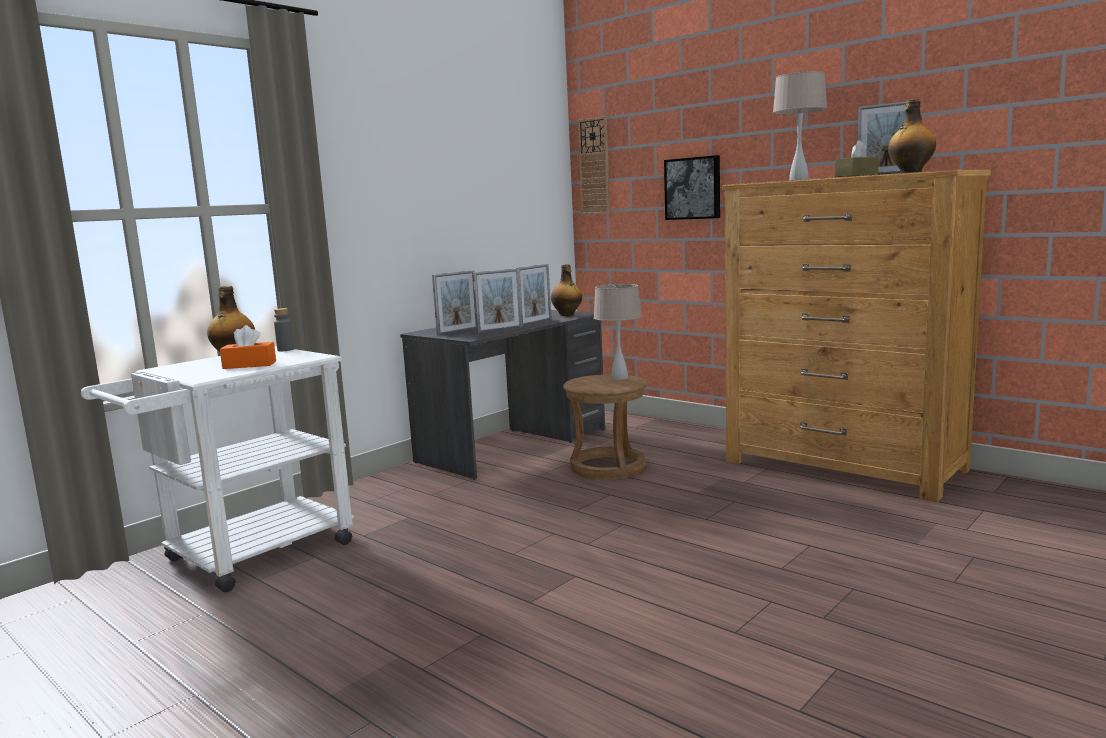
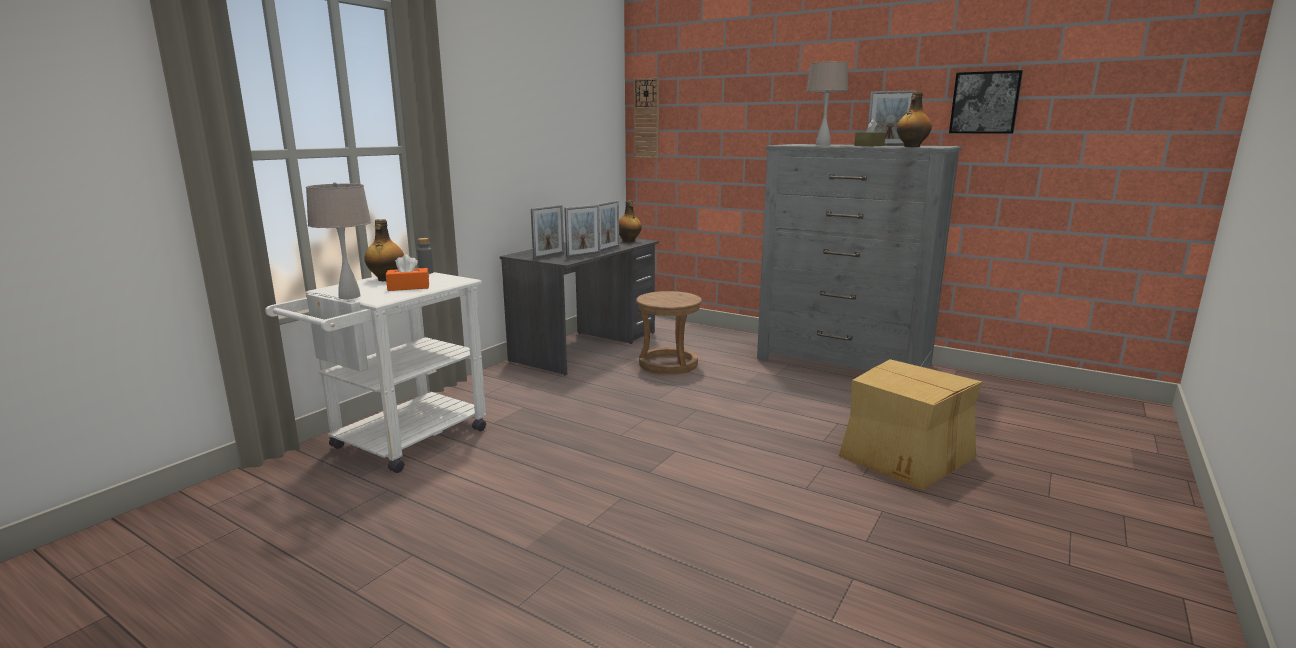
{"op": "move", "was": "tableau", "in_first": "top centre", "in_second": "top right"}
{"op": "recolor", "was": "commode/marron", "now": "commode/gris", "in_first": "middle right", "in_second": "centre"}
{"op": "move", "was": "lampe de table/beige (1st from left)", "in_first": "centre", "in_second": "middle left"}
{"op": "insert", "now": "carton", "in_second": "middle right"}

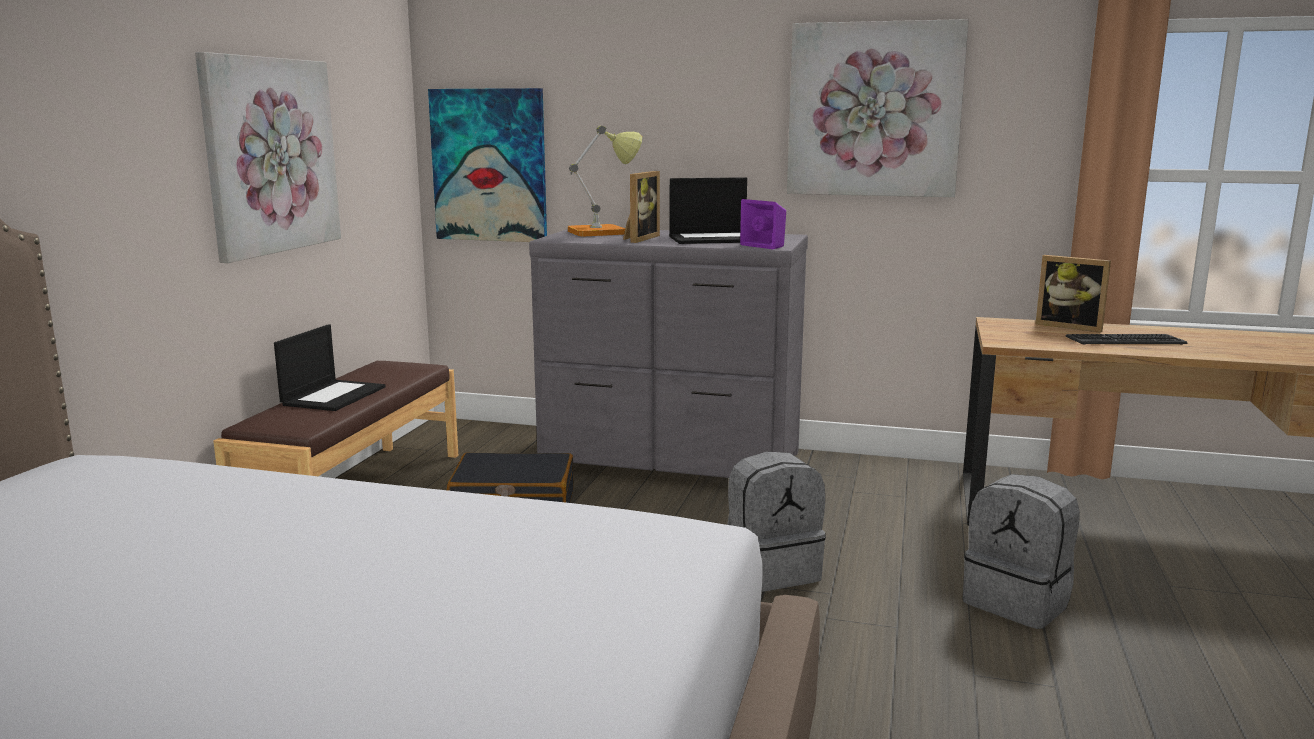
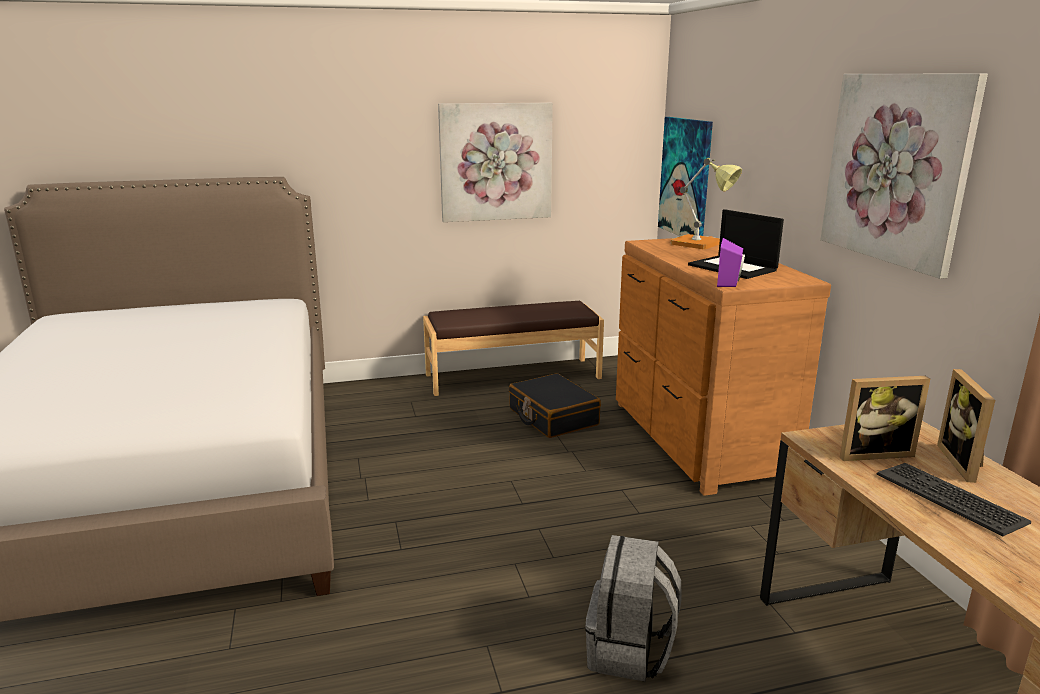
{"op": "move", "was": "cadre photo (1st from left)", "in_first": "top centre", "in_second": "middle right"}
{"op": "recolor", "was": "commode/gris", "now": "commode/marron", "in_first": "centre", "in_second": "middle right"}
{"op": "delete", "was": "ordinateur portable (1st from left)", "in_first": "middle left"}
{"op": "delete", "was": "sac à dos/gris (1st from left)", "in_first": "bottom centre"}

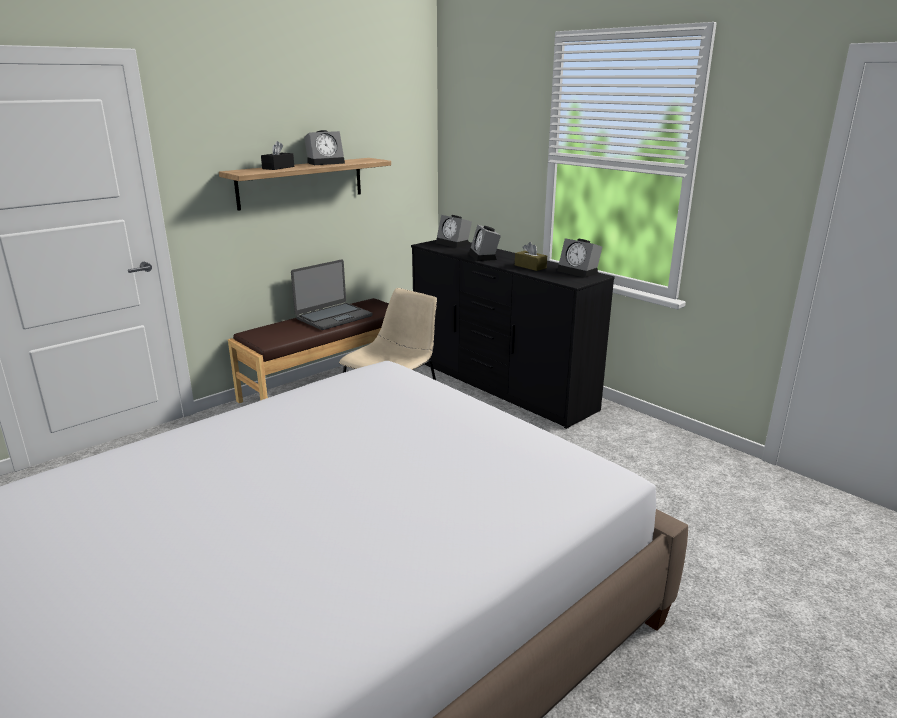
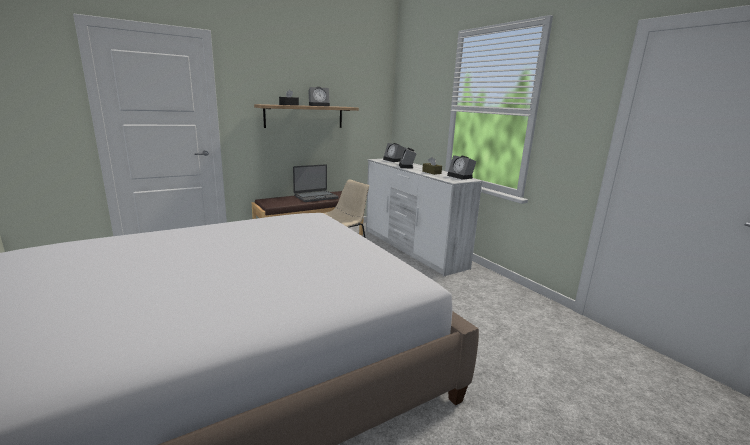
{"op": "recolor", "was": "commode/noir", "now": "commode/blanc", "in_first": "centre", "in_second": "centre"}

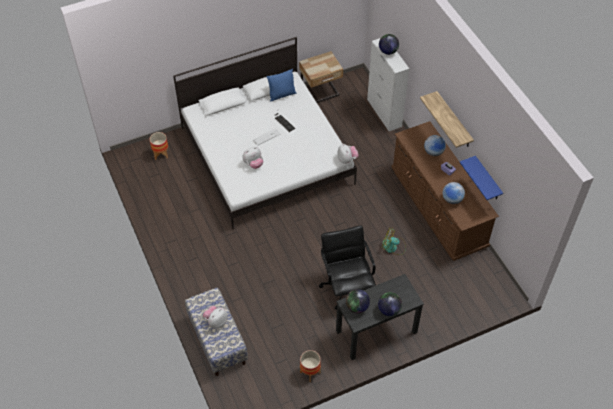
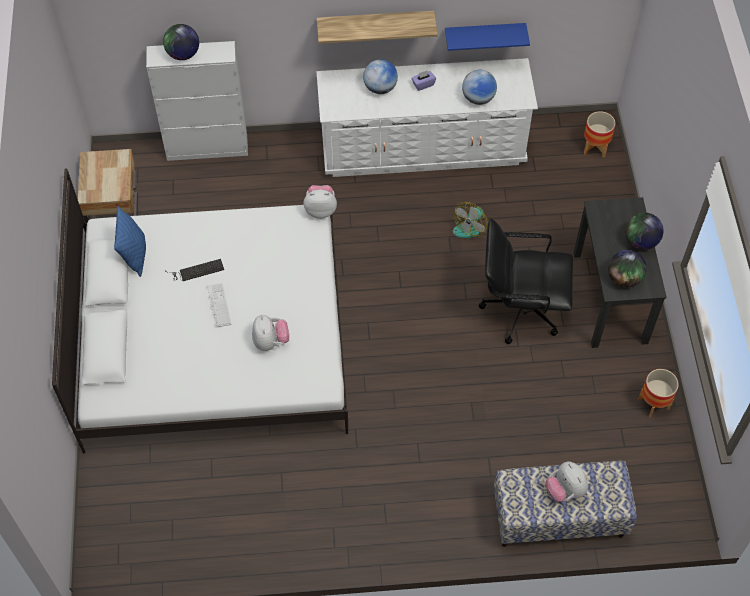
{"op": "recolor", "was": "commode/marron", "now": "commode/blanc", "in_first": "middle right", "in_second": "top centre"}
{"op": "move", "was": "cache-pot (1st from left)", "in_first": "middle left", "in_second": "top right"}

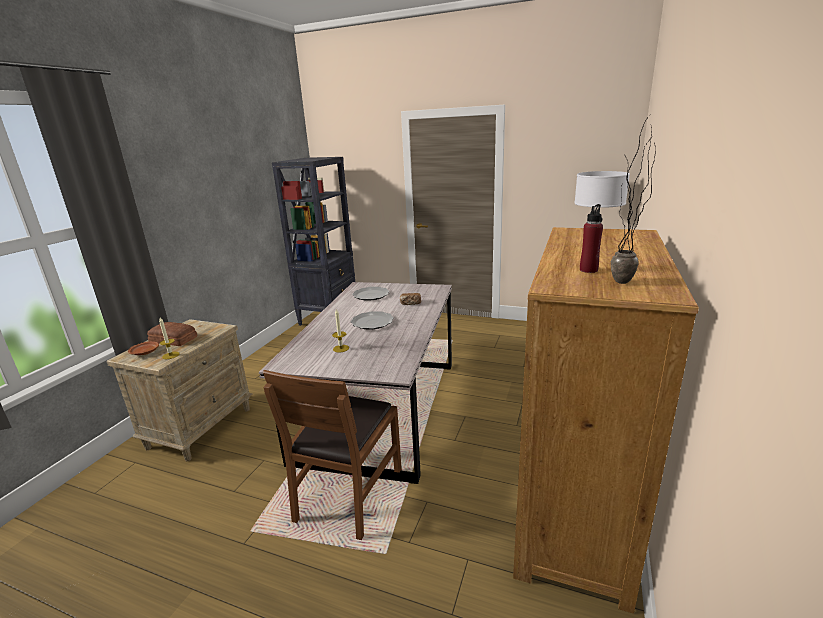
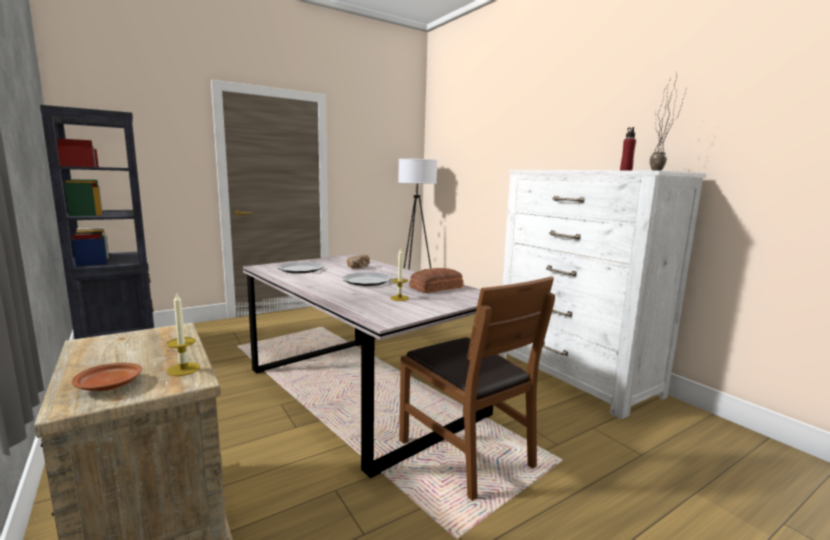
{"op": "recolor", "was": "commode/marron", "now": "commode/blanc", "in_first": "bottom right", "in_second": "middle right"}
{"op": "move", "was": "pain (1st from left in the first image)", "now": "pain (2nd from left)", "in_first": "middle left", "in_second": "centre"}

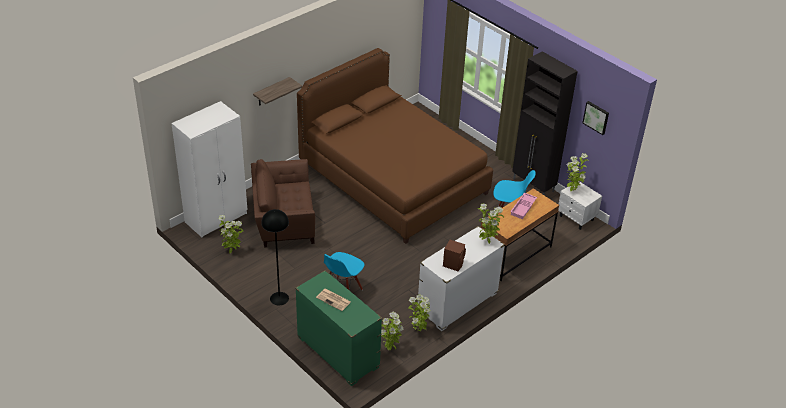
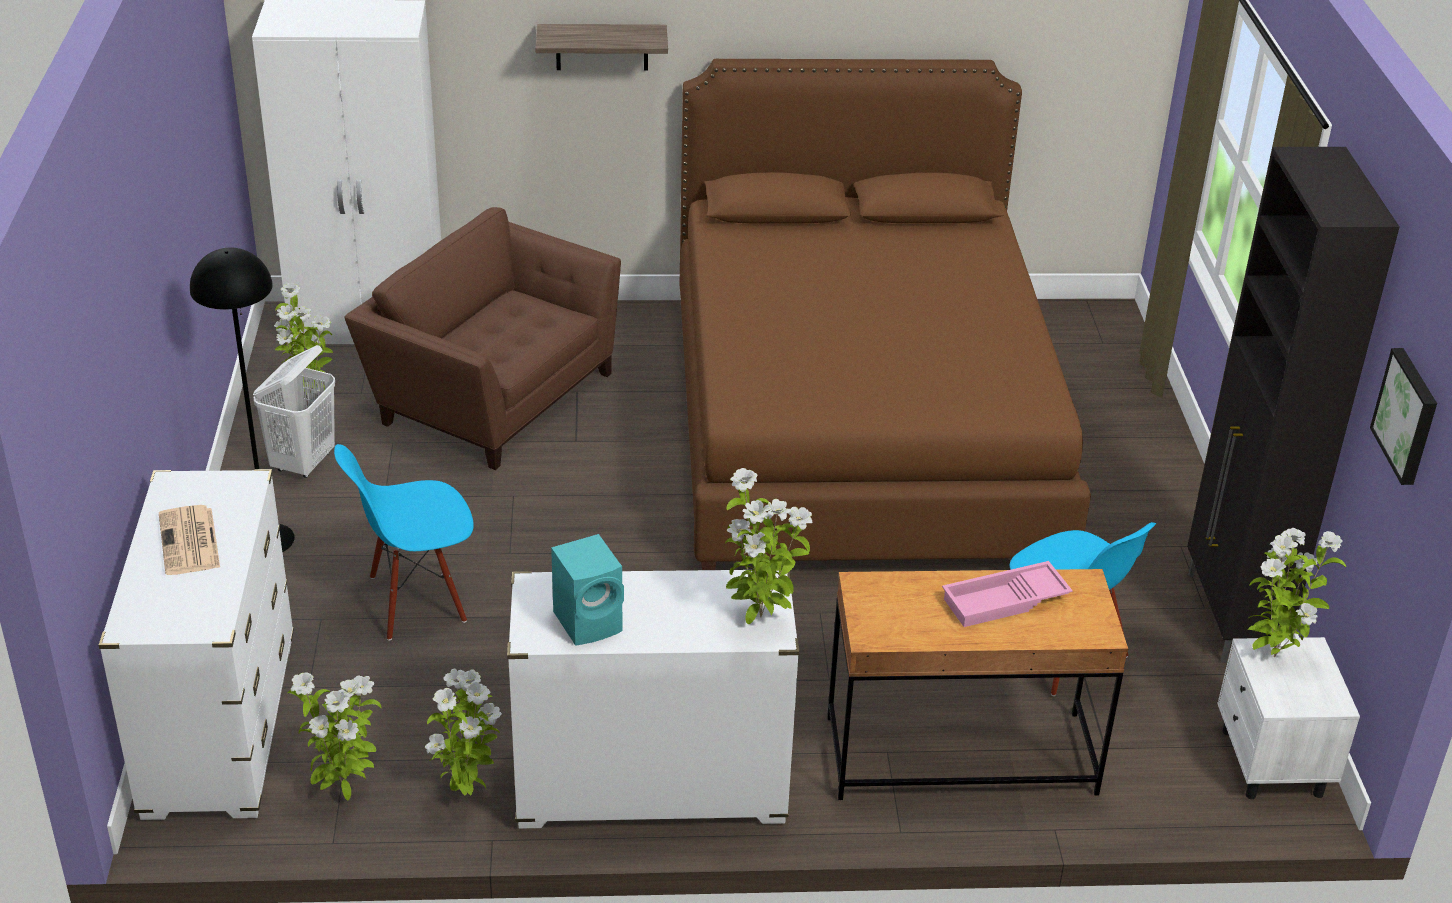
{"op": "recolor", "was": "enceinte/marron", "now": "enceinte/turquoise", "in_first": "centre", "in_second": "centre"}
{"op": "recolor", "was": "commode/vert", "now": "commode/blanc (1st from left)", "in_first": "bottom centre", "in_second": "bottom left"}
{"op": "insert", "now": "panier à linge/blanc", "in_second": "middle left"}

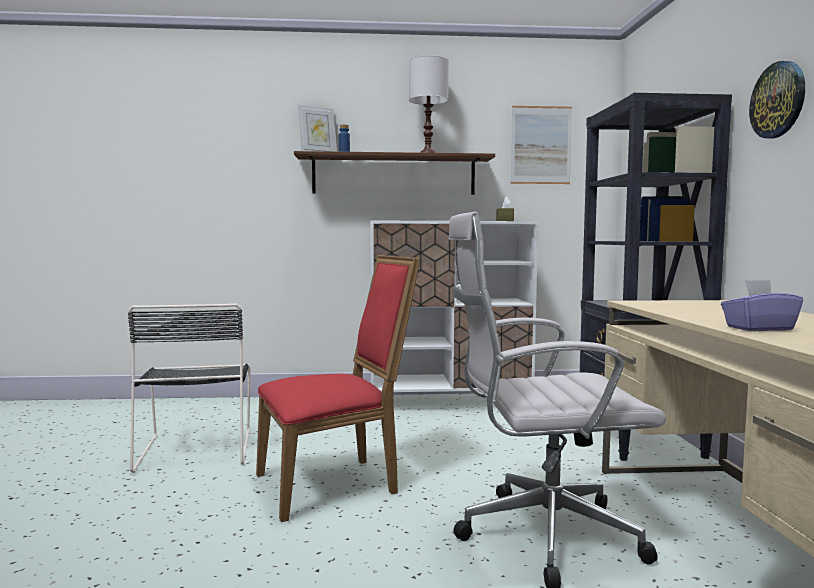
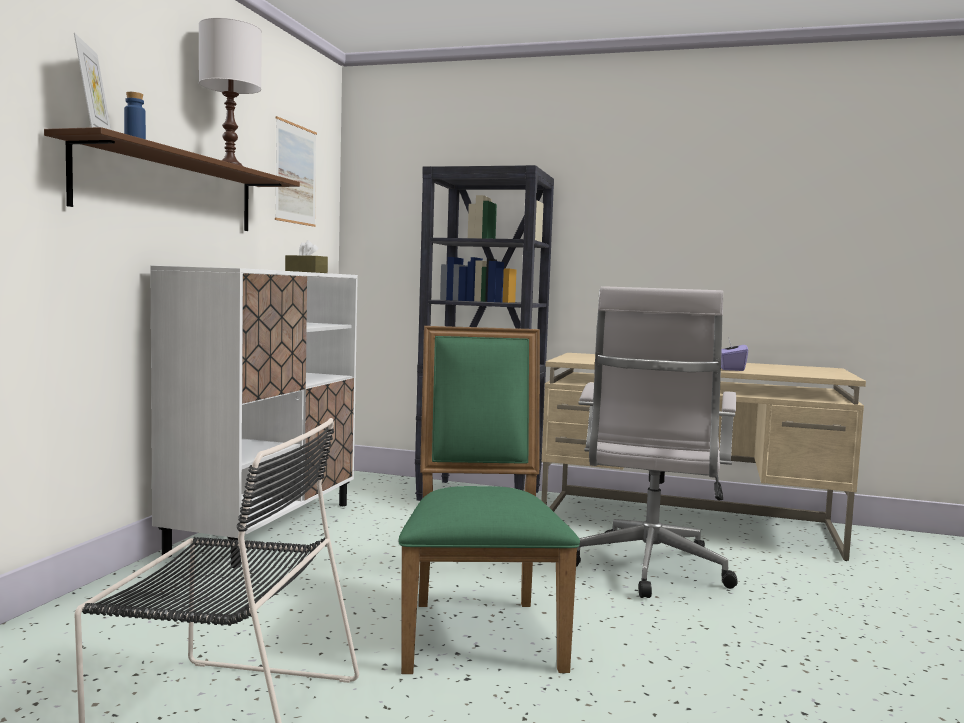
{"op": "delete", "was": "horloge murale", "in_first": "top right"}
{"op": "recolor", "was": "chaise/rouge", "now": "chaise/vert", "in_first": "centre", "in_second": "bottom centre"}

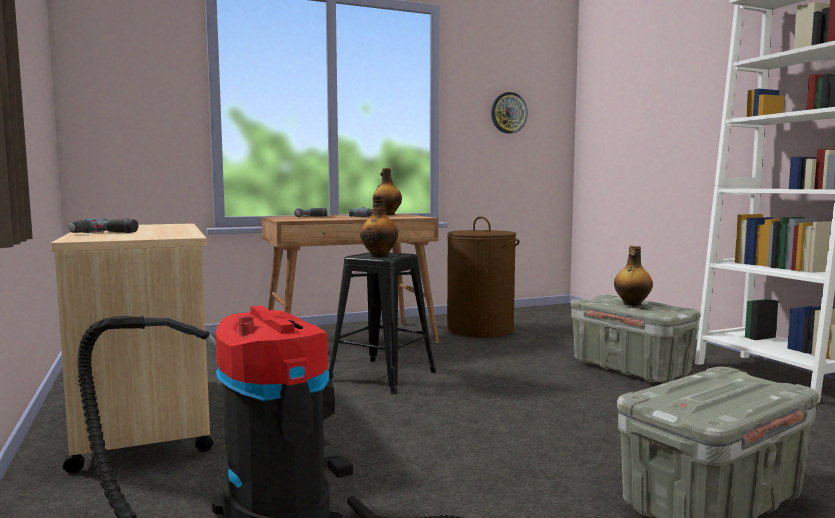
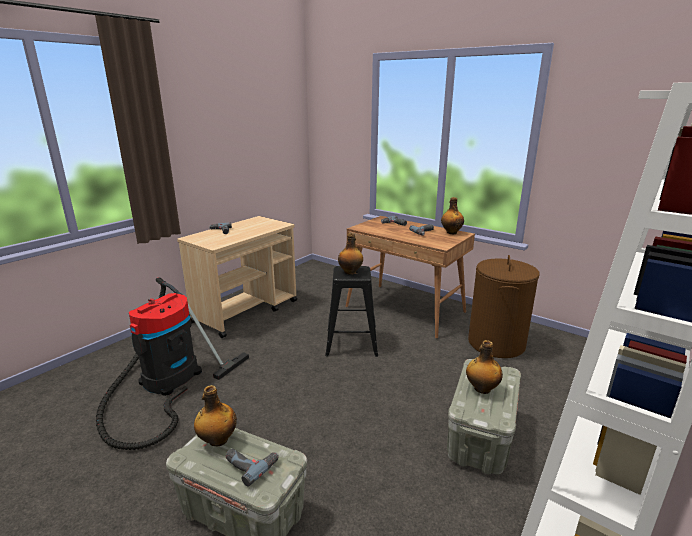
{"op": "delete", "was": "horloge murale", "in_first": "top centre"}
{"op": "insert", "now": "bouteille (1st from left)", "in_second": "bottom left"}
{"op": "insert", "now": "perceuse (2nd from left)", "in_second": "bottom centre"}

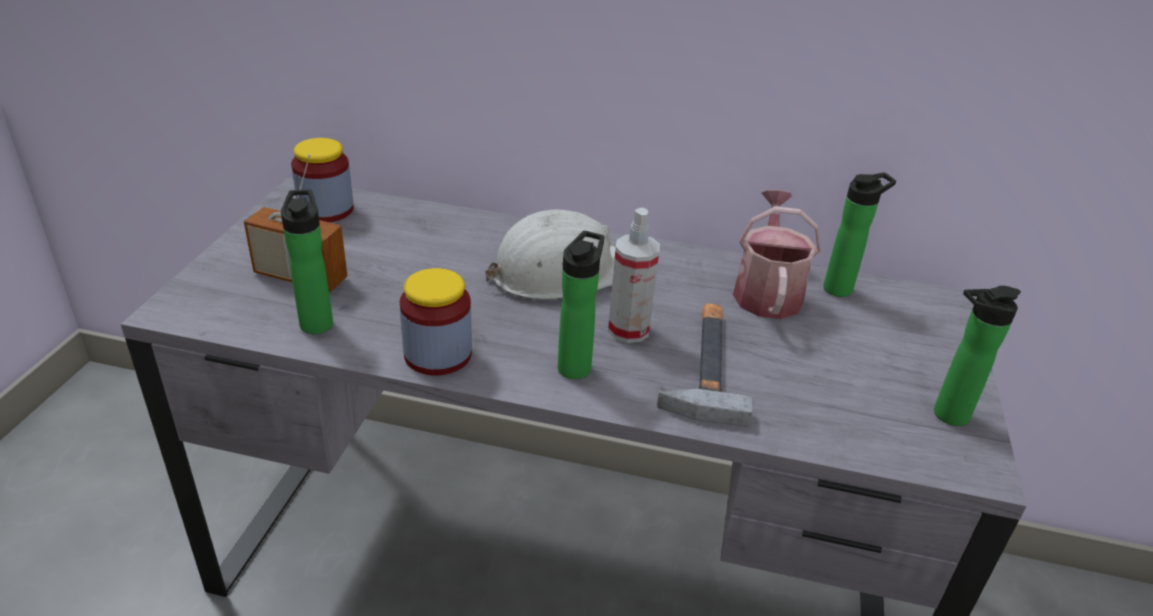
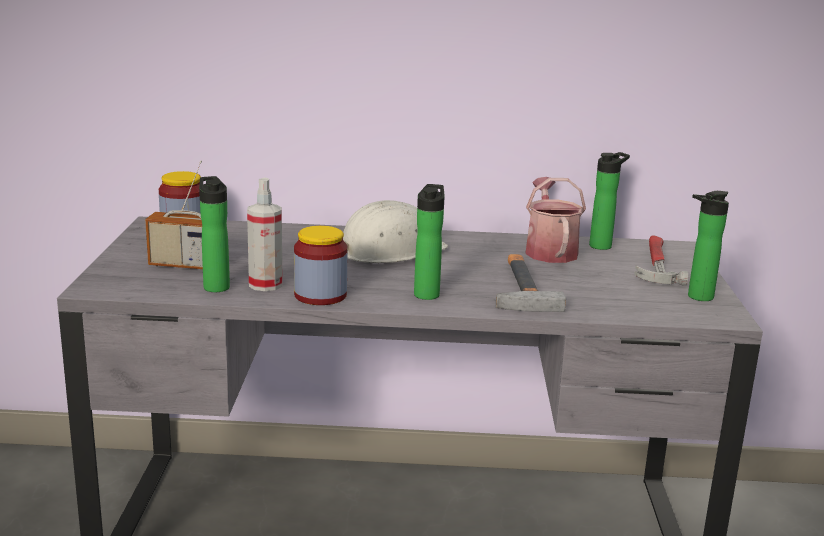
{"op": "move", "was": "vaporisateur", "in_first": "centre", "in_second": "middle left"}
{"op": "insert", "now": "marteau (2nd from left)", "in_second": "middle right"}

